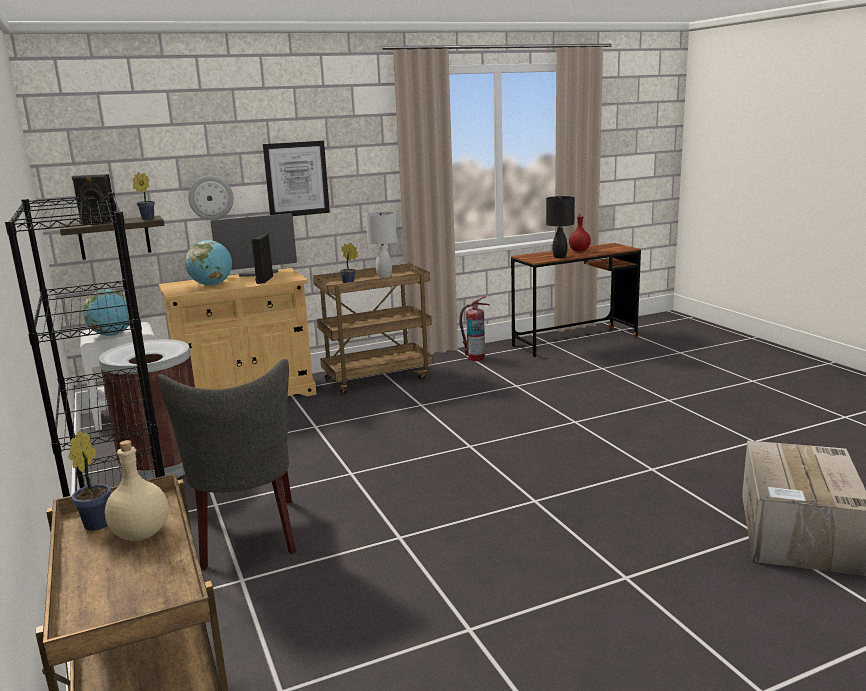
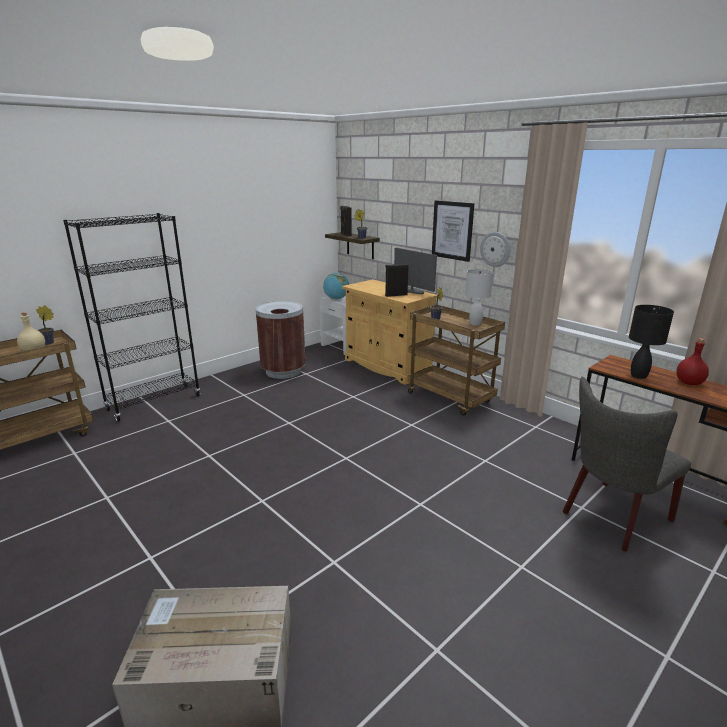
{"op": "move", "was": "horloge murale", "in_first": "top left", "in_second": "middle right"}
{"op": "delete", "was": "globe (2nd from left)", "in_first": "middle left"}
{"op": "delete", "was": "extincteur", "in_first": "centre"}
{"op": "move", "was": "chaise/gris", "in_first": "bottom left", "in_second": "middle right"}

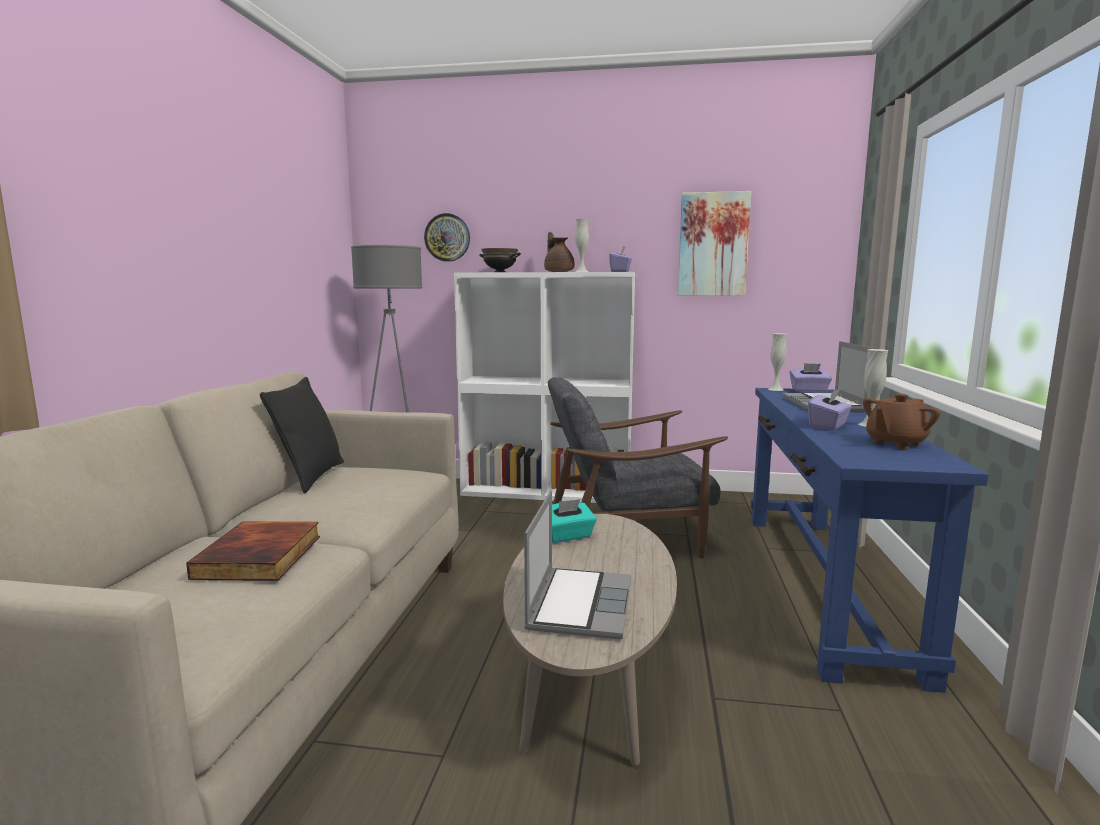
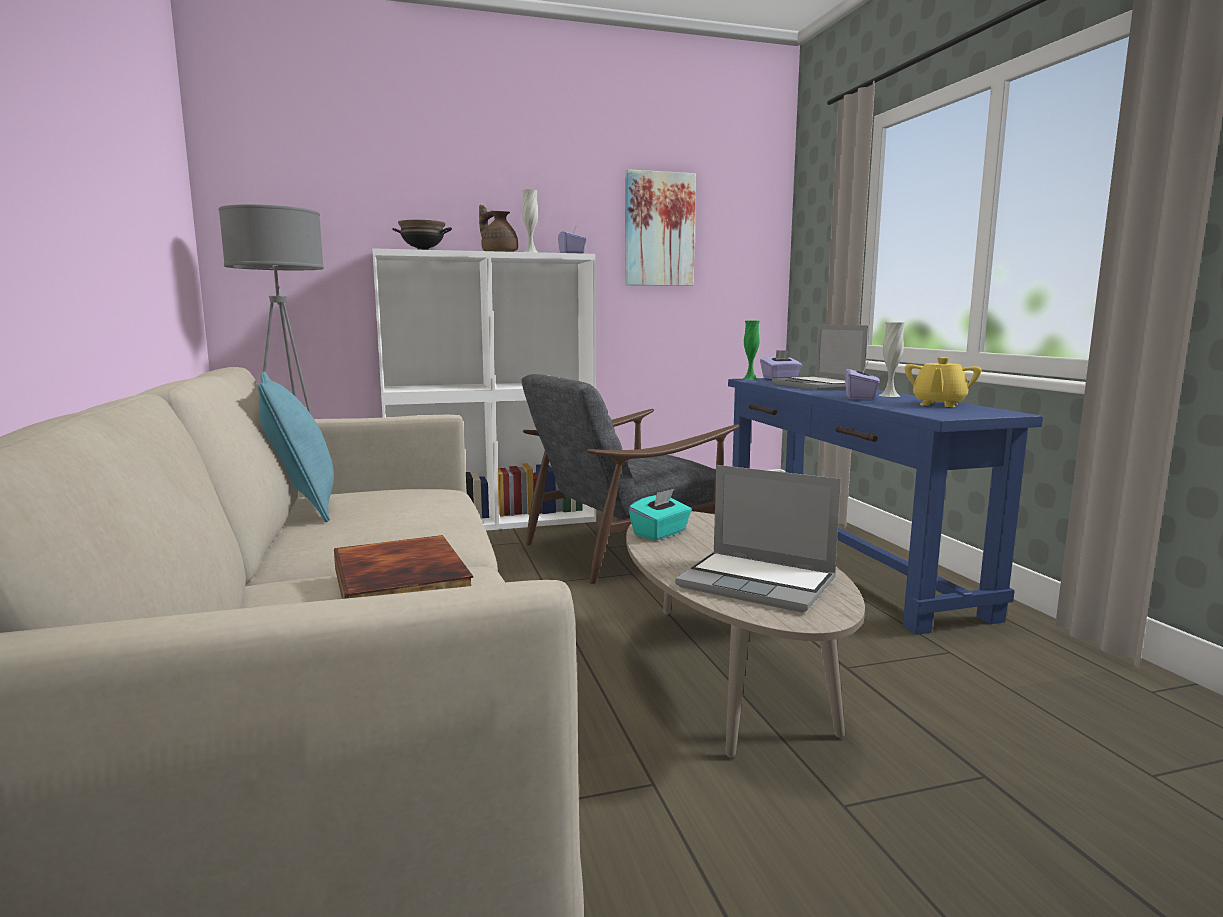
{"op": "delete", "was": "horloge murale", "in_first": "top centre"}
{"op": "recolor", "was": "vase/blanc (2nd from left)", "now": "vase/vert", "in_first": "middle right", "in_second": "centre"}
{"op": "recolor", "was": "coussin/noir", "now": "coussin/turquoise", "in_first": "middle left", "in_second": "middle left"}
{"op": "recolor", "was": "théière/marron (2nd from left)", "now": "théière/jaune", "in_first": "middle right", "in_second": "middle right"}
{"op": "rotate", "was": "ordinateur portable (1st from left)", "in_first": "bottom centre", "in_second": "centre", "clockwise": 135}

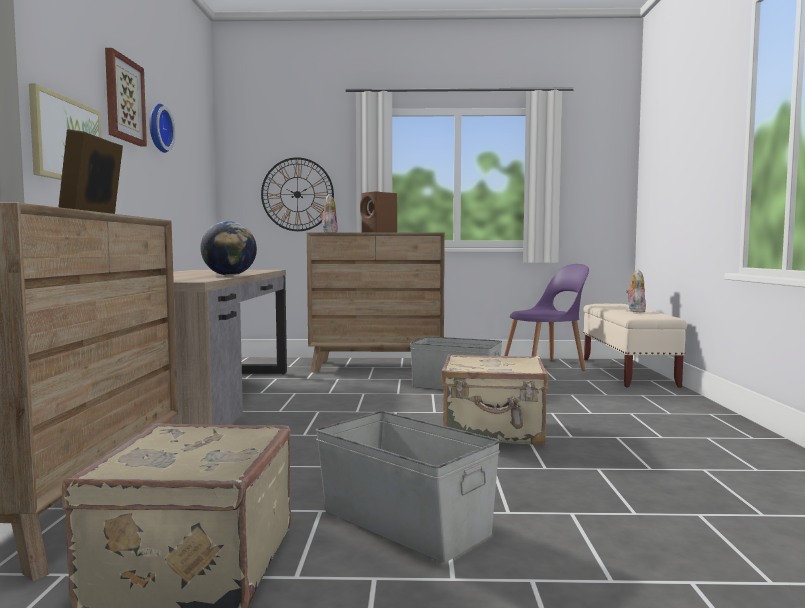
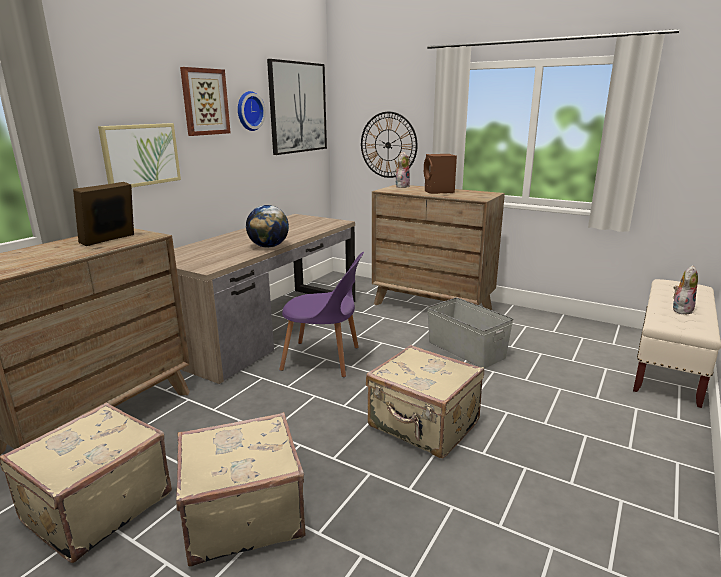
{"op": "move", "was": "chaise/violet", "in_first": "middle right", "in_second": "centre"}
{"op": "replace", "was": "boîte de rangement/gris (1st from left)", "now": "valise/beige (2nd from left)", "in_first": "bottom centre", "in_second": "bottom left"}
{"op": "insert", "now": "tableau (3rd from left)", "in_second": "top centre"}

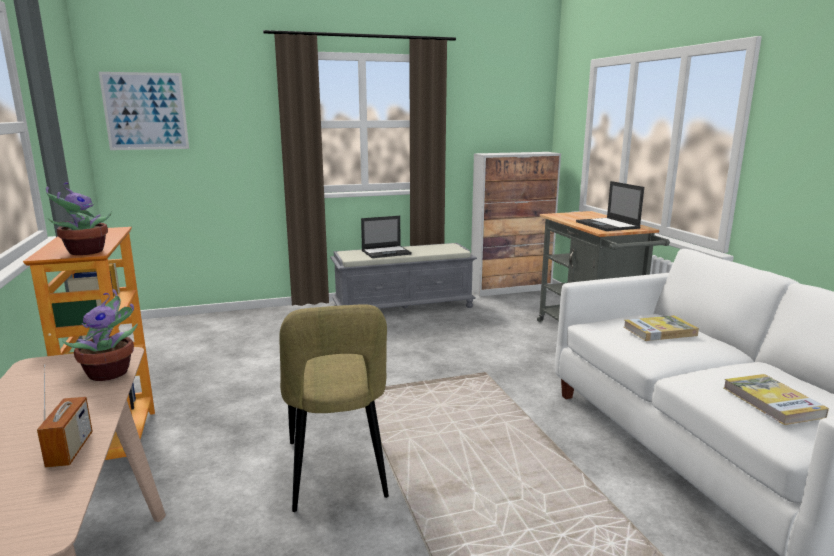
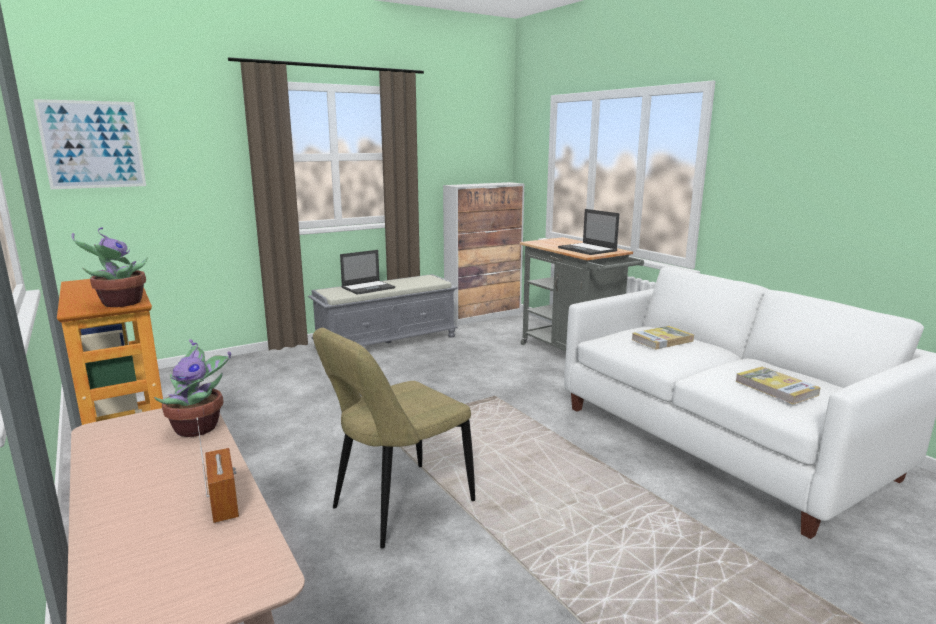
{"op": "rotate", "was": "chaise/beige", "in_first": "bottom centre", "in_second": "bottom centre", "clockwise": 75}

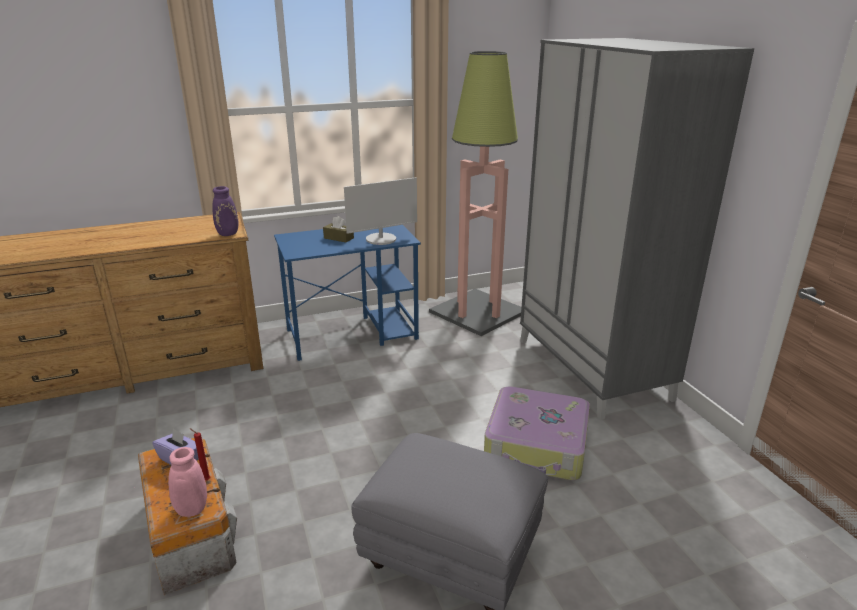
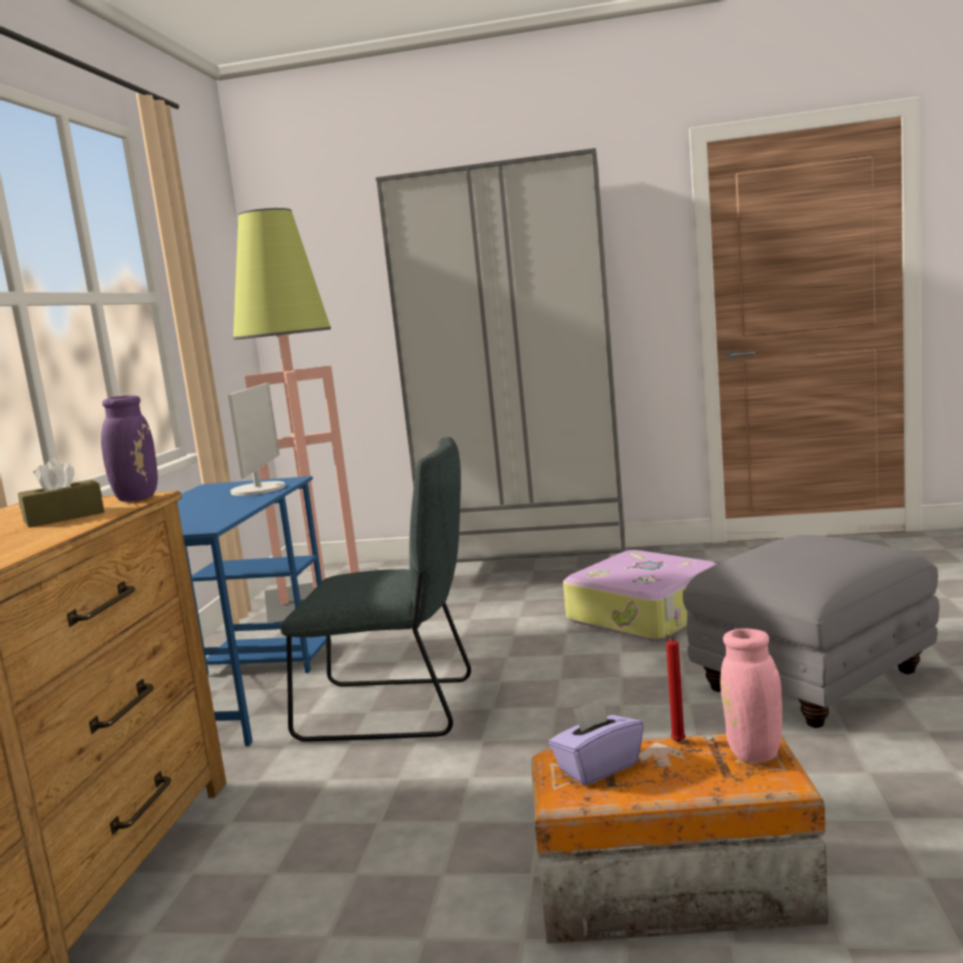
{"op": "move", "was": "boîte à mouchoirs/marron", "in_first": "centre", "in_second": "middle left"}
{"op": "insert", "now": "chaise/gris", "in_second": "centre"}

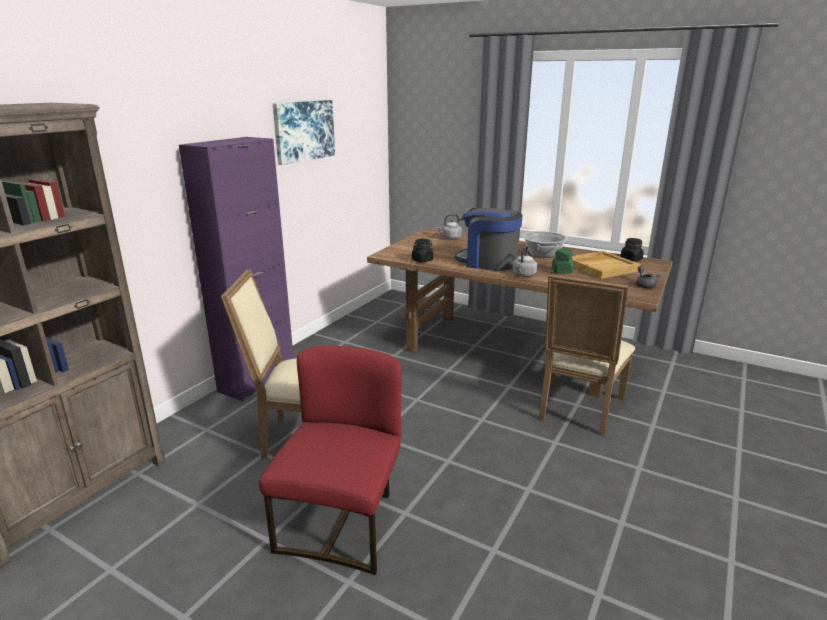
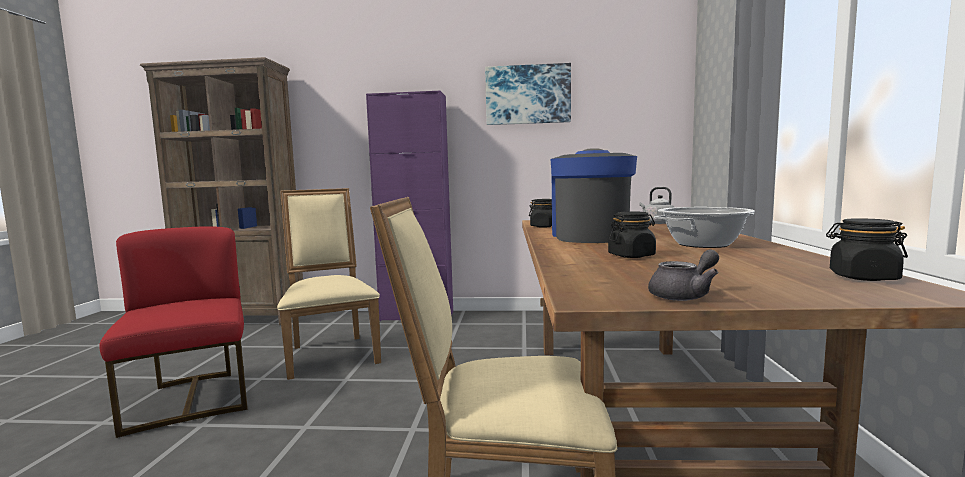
{"op": "delete", "was": "bouilloire/gris (2nd from left)", "in_first": "centre"}
{"op": "recolor", "was": "bocal/vert", "now": "bocal/noir (2nd from left)", "in_first": "middle right", "in_second": "centre"}
{"op": "delete", "was": "plateau/beige", "in_first": "middle right"}
{"op": "rotate", "was": "chaise/rouge", "in_first": "bottom centre", "in_second": "bottom left", "clockwise": -105}

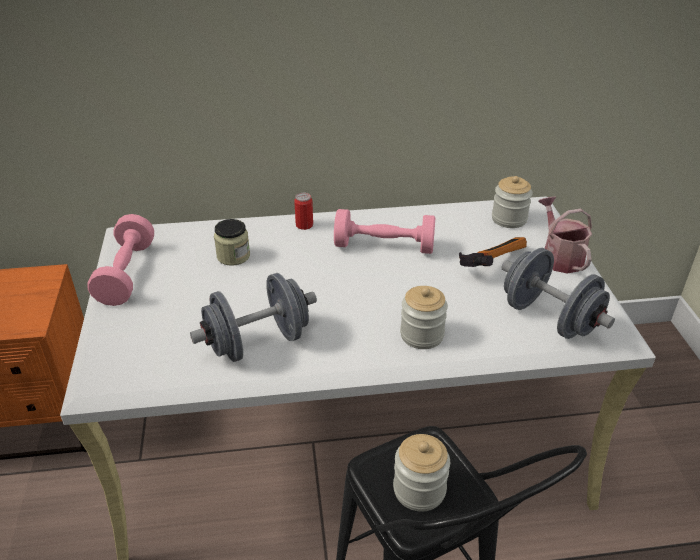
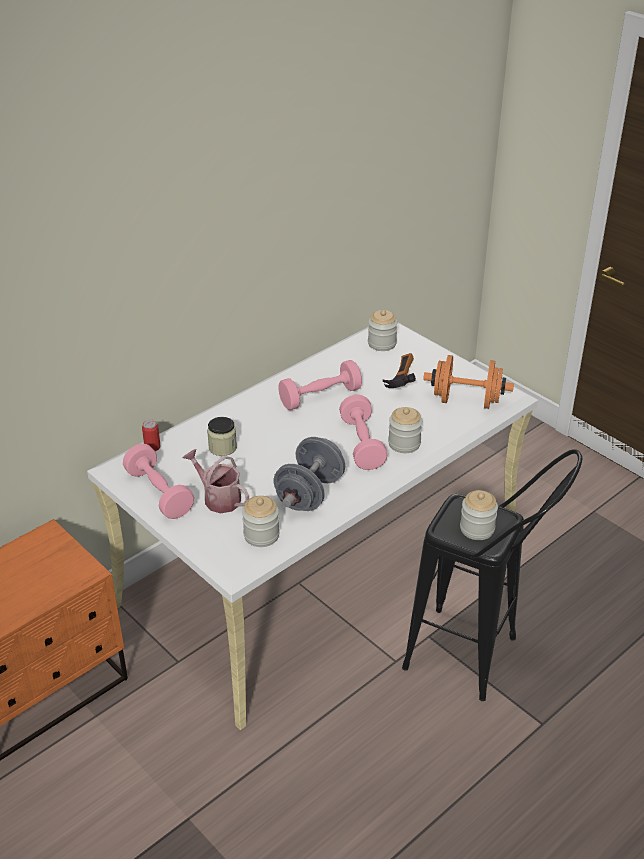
{"op": "move", "was": "boîte métallique", "in_first": "centre", "in_second": "middle left"}
{"op": "move", "was": "arrosoir", "in_first": "middle right", "in_second": "centre"}
{"op": "recolor", "was": "haltère/gris (2nd from left)", "now": "haltère/orange", "in_first": "middle right", "in_second": "middle right"}
{"op": "insert", "now": "haltère/rose (3rd from left)", "in_second": "centre"}
{"op": "insert", "now": "bocal (2nd from left)", "in_second": "centre"}

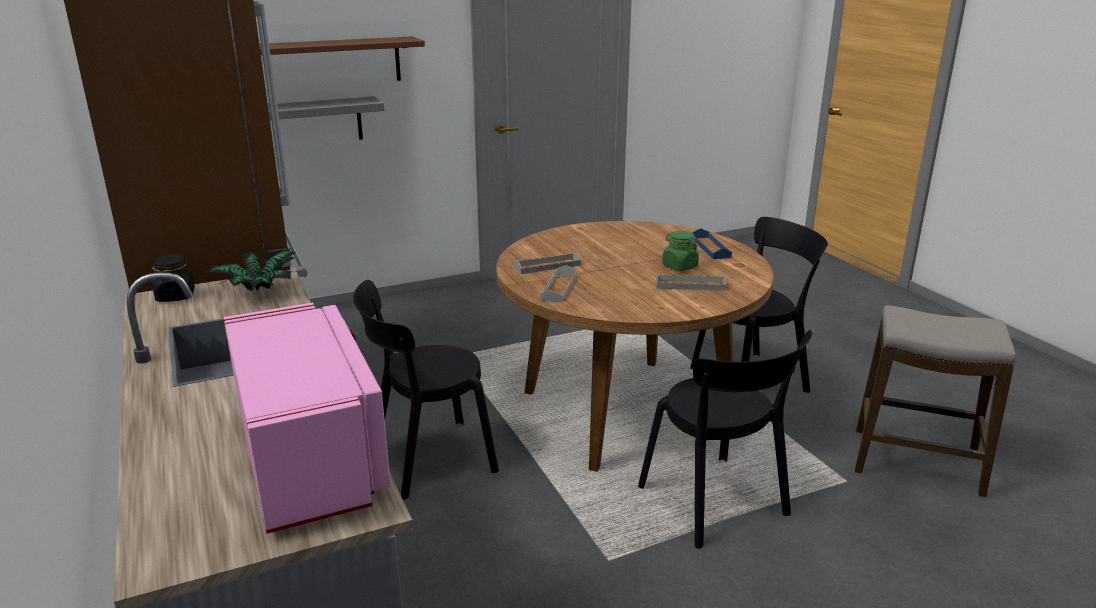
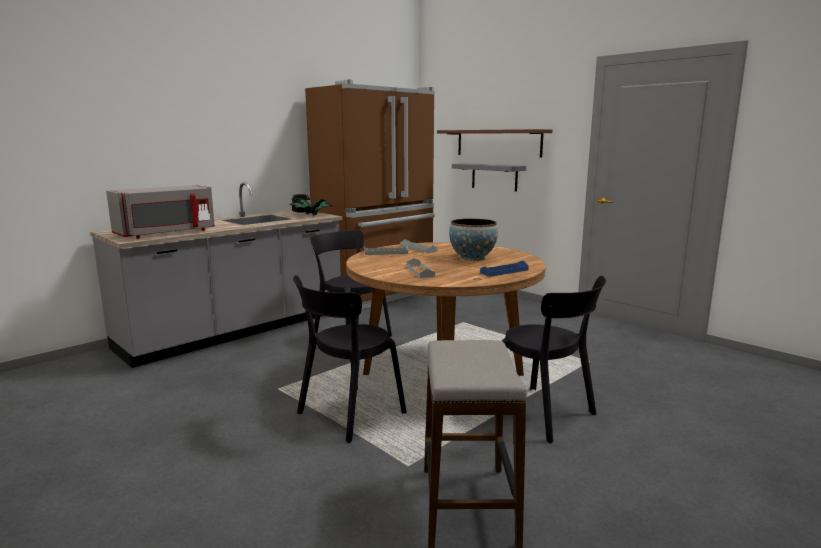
{"op": "delete", "was": "bocal/vert", "in_first": "centre"}
{"op": "recolor", "was": "micro-ondes/rose", "now": "micro-ondes/gris", "in_first": "bottom left", "in_second": "middle left"}
{"op": "insert", "now": "bol", "in_second": "centre"}

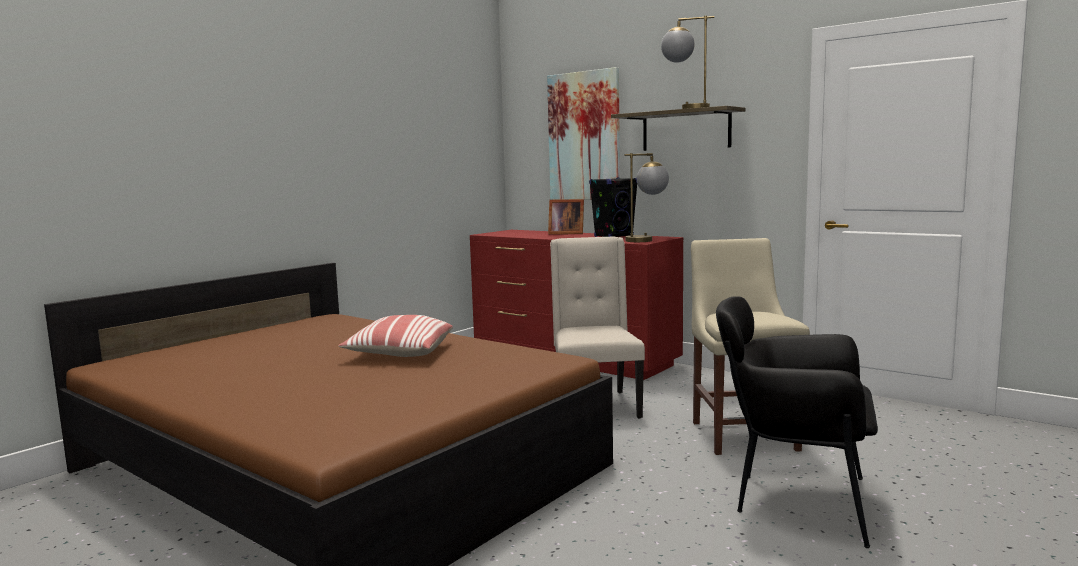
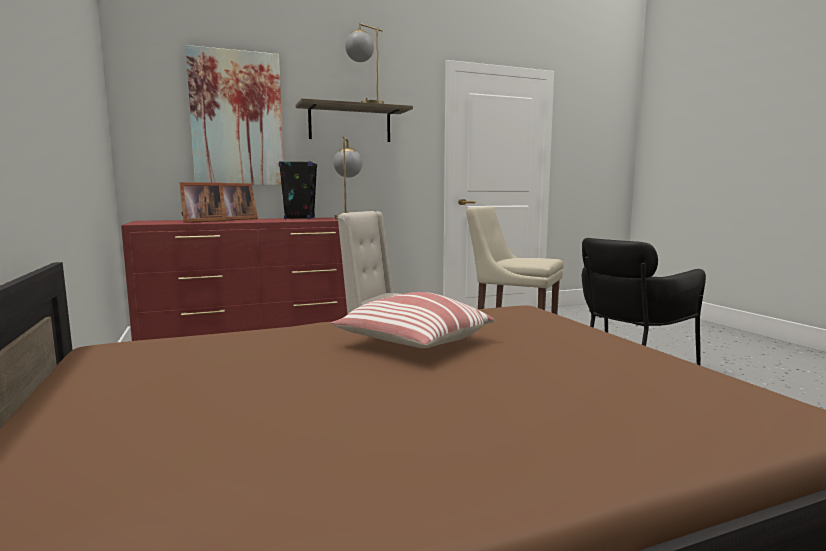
{"op": "insert", "now": "cadre photo (1st from left)", "in_second": "middle left"}

